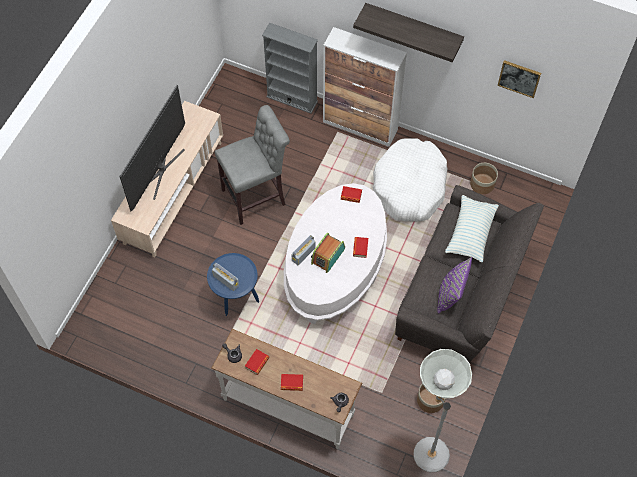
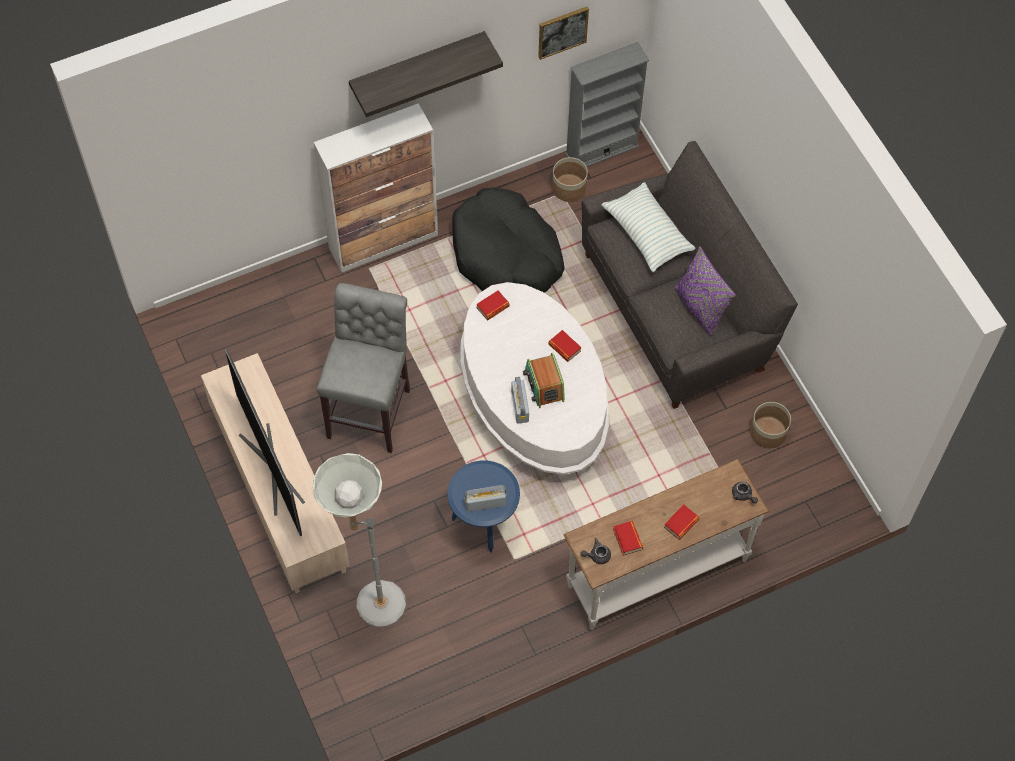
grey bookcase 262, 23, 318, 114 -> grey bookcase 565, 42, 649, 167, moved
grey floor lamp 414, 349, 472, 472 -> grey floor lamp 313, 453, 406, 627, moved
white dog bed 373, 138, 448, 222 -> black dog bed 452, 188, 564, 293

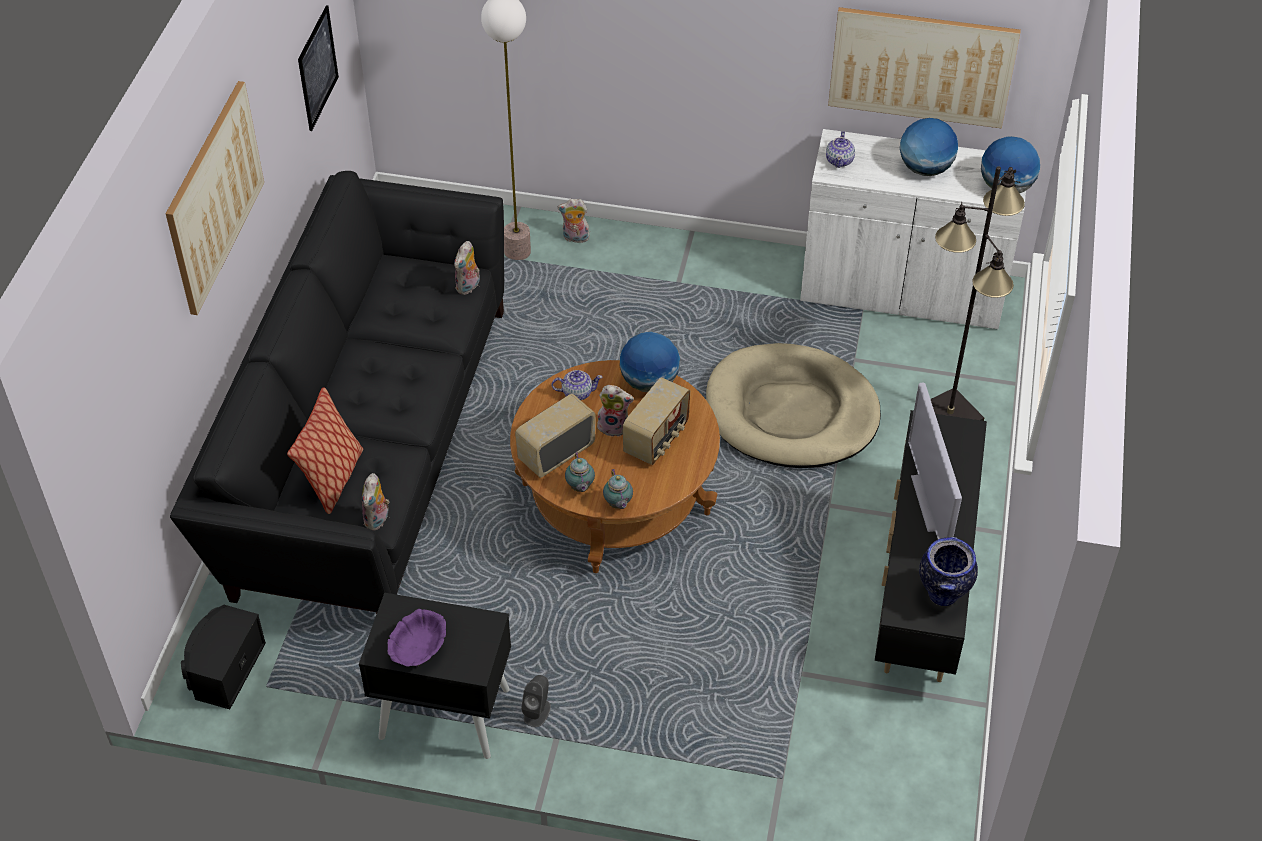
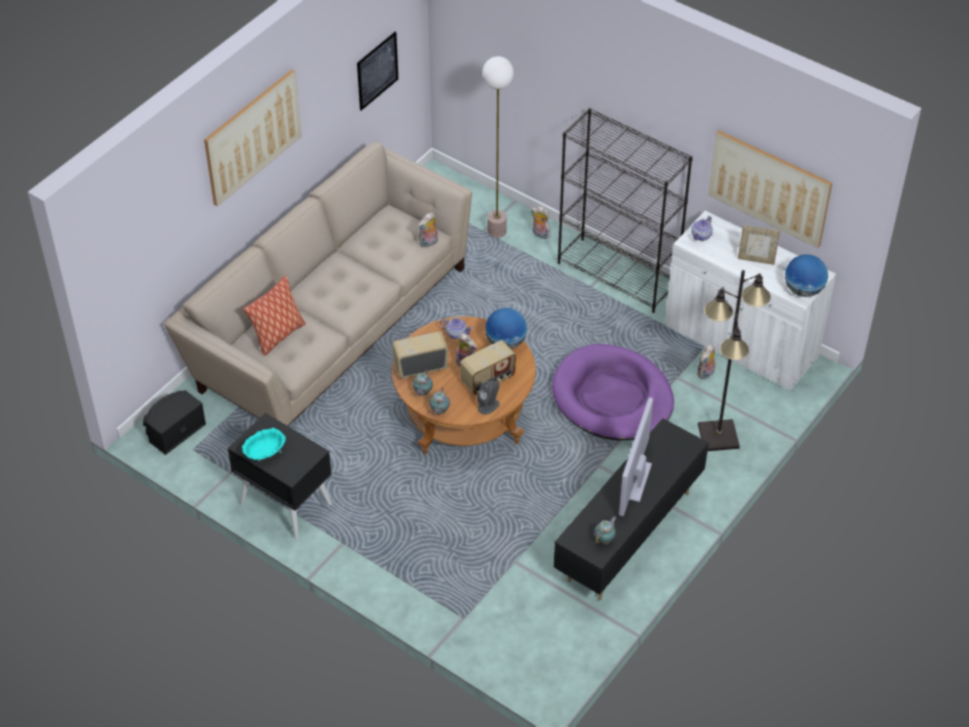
none -> black bookcase 558, 108, 693, 313
plush toy 362, 473, 390, 530 -> plush toy 697, 344, 716, 379, moved
grey speaker 521, 675, 551, 727 -> grey speaker 477, 380, 500, 415, moved
globe 900, 118, 958, 176 -> picture frame 738, 225, 780, 265
vase 919, 537, 978, 606 -> teapot 594, 517, 616, 544
black sofa 170, 171, 504, 614 -> beige sofa 164, 142, 472, 426
purple bowl 388, 609, 446, 666 -> turquoise bowl 242, 428, 286, 462
beige dog bed 706, 343, 881, 468 -> purple dog bed 552, 344, 674, 440

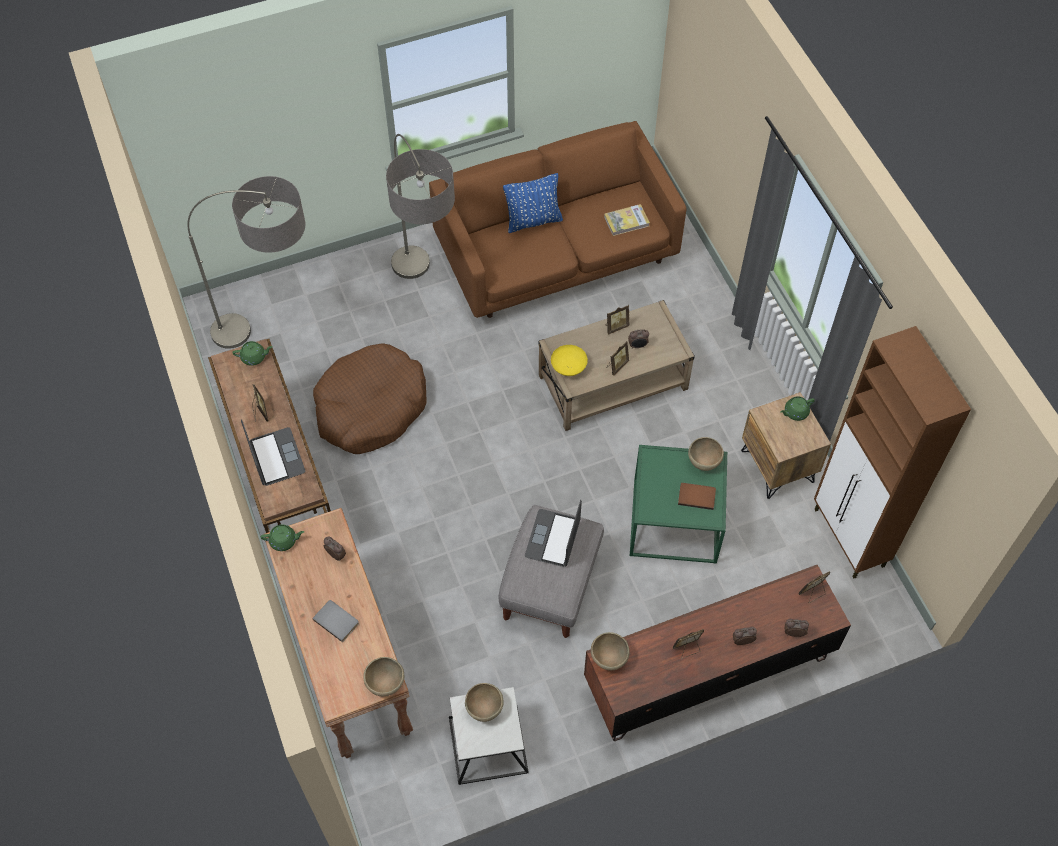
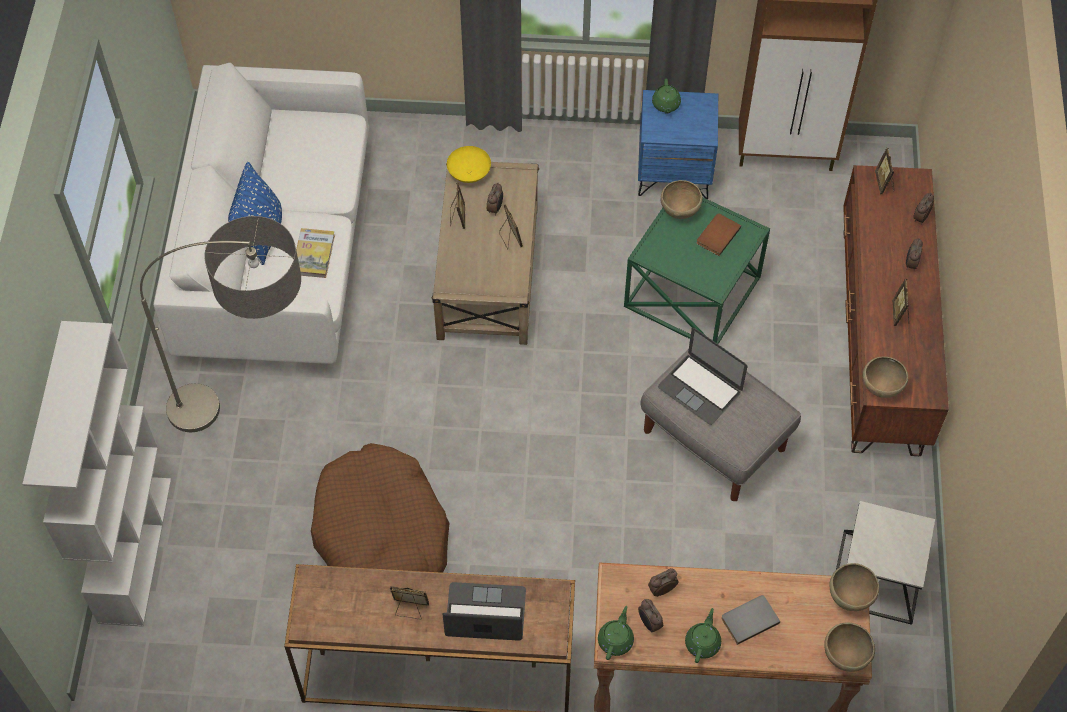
floor lamp 187, 176, 305, 349 -> none
none -> white bookcase 23, 321, 171, 627
none -> alarm clock 638, 599, 663, 633
green teapot 232, 341, 273, 366 -> green teapot 685, 608, 721, 663, moved
brown bowl 465, 683, 503, 722 -> brown bowl 824, 622, 875, 672, moved
yellow bowl 551, 345, 588, 376 -> yellow bowl 447, 146, 491, 183, moved
book 604, 204, 650, 236 -> book 296, 228, 335, 278, moved
brown sofa 429, 121, 687, 318 -> white sofa 153, 63, 369, 364
brown nightstand 741, 392, 831, 499 -> blue nightstand 638, 90, 718, 199

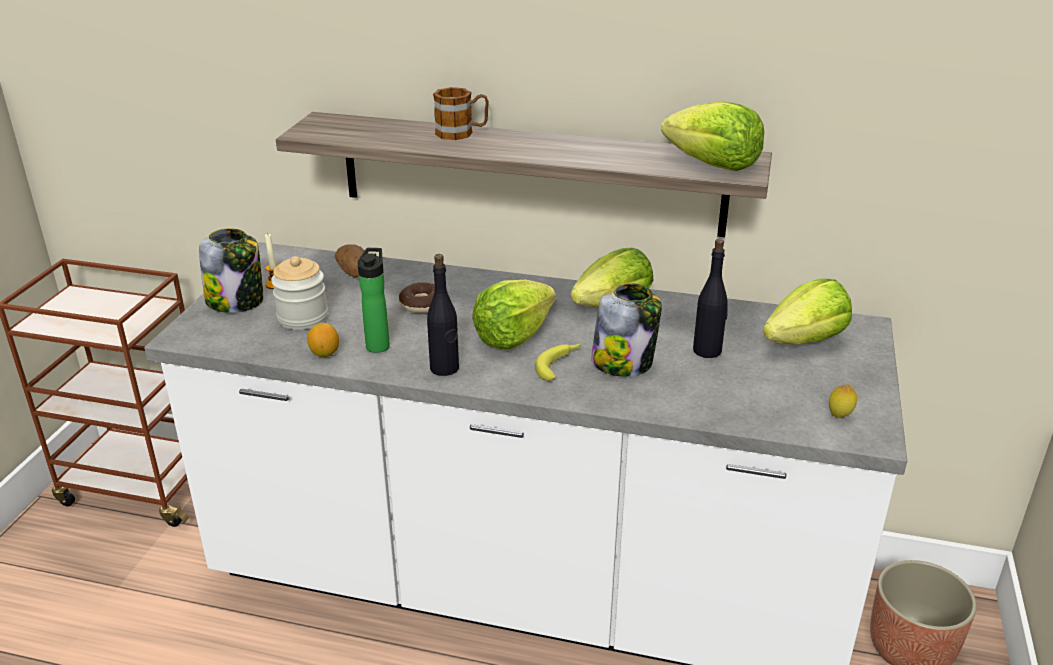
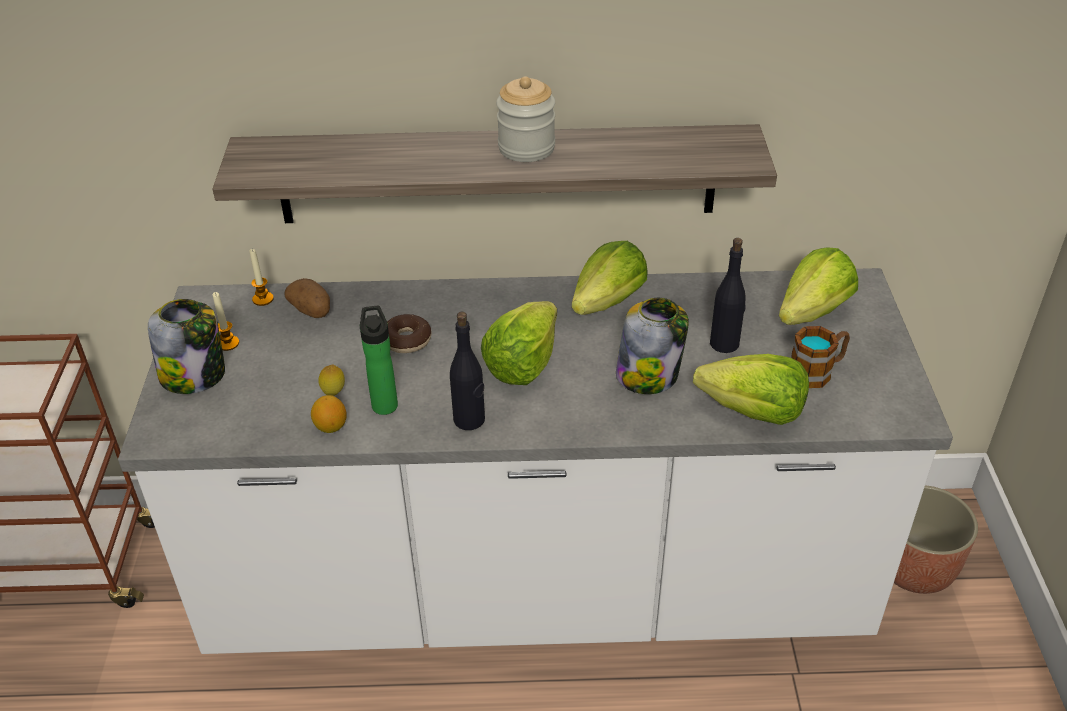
banana 535, 344, 581, 381 -> none
none -> candle 249, 249, 274, 306
jar 271, 256, 328, 330 -> jar 496, 76, 555, 162, moved
mug 433, 87, 489, 140 -> mug 791, 326, 850, 388, moved
lettuce 661, 101, 764, 171 -> lettuce 693, 354, 809, 425, moved
lemon 829, 384, 857, 418 -> lemon 318, 364, 345, 396, moved

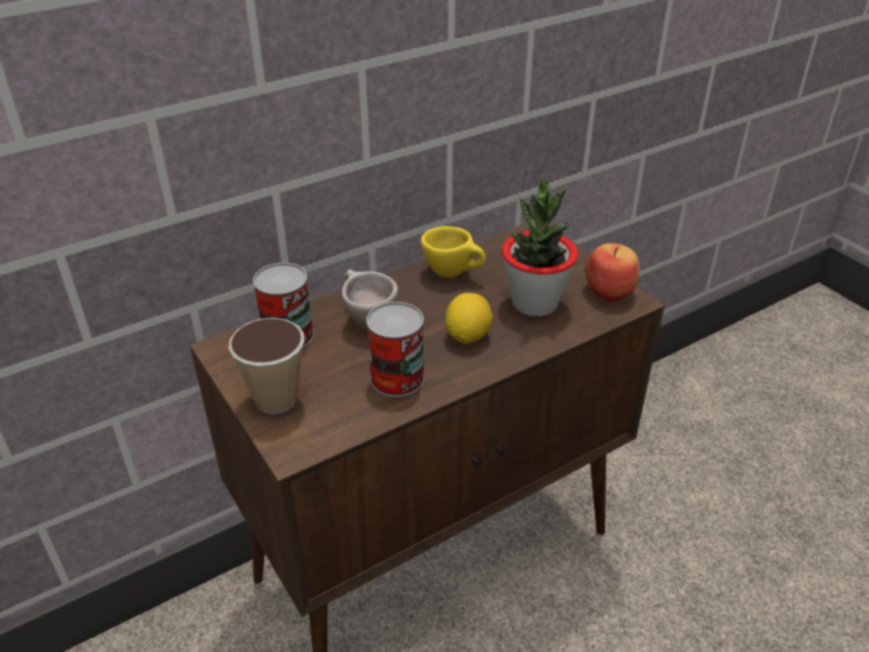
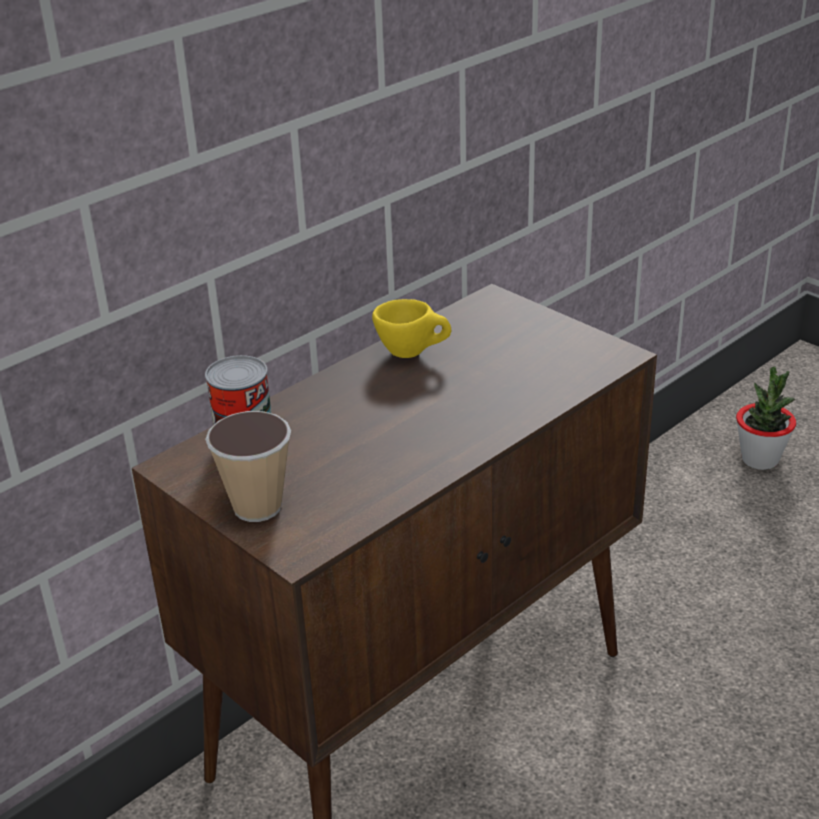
beige cup 342, 270, 398, 329 -> none
can 366, 302, 424, 397 -> none
lemon 445, 293, 493, 344 -> none
apple 585, 243, 640, 302 -> none
potted plant 502, 179, 578, 316 -> potted plant 736, 366, 796, 470, moved

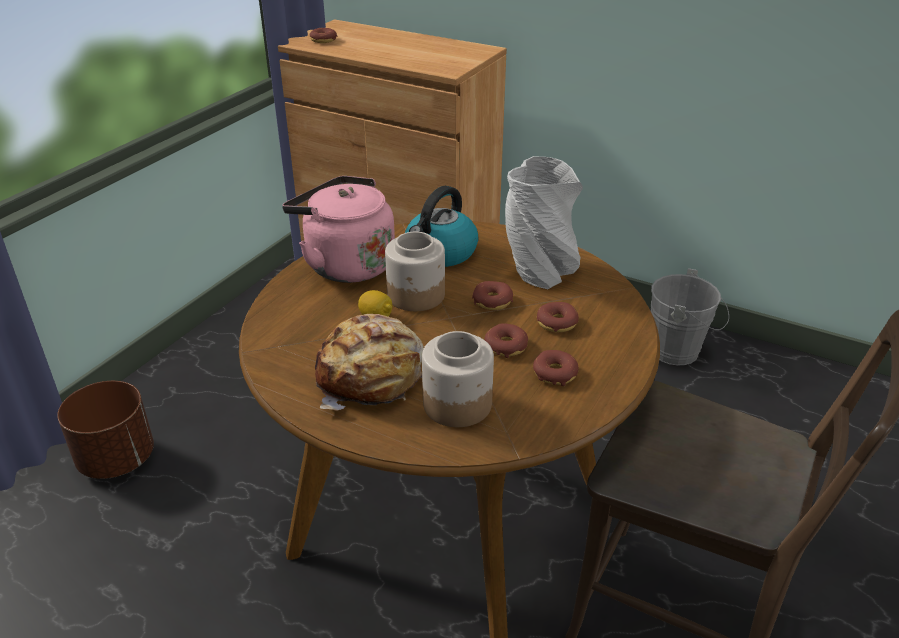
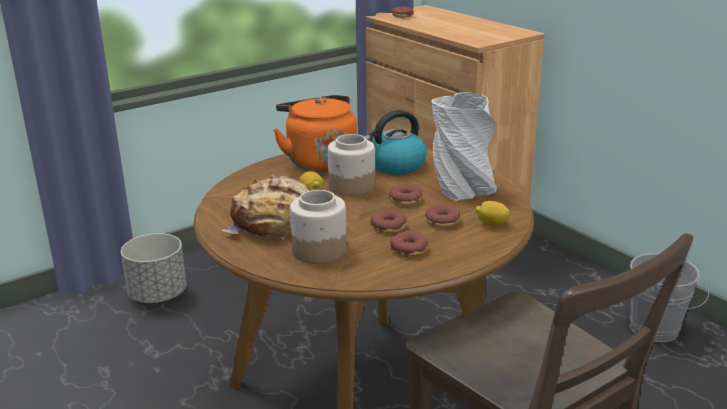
none -> lemon 476, 201, 510, 226
brown planter 57, 381, 154, 479 -> grey planter 121, 233, 186, 303
pink kettle 282, 176, 395, 283 -> orange kettle 274, 95, 357, 171

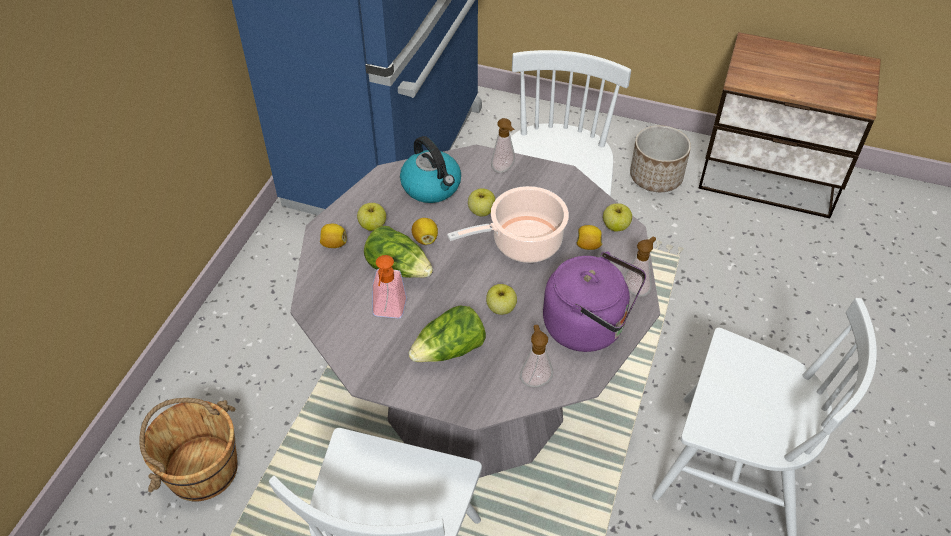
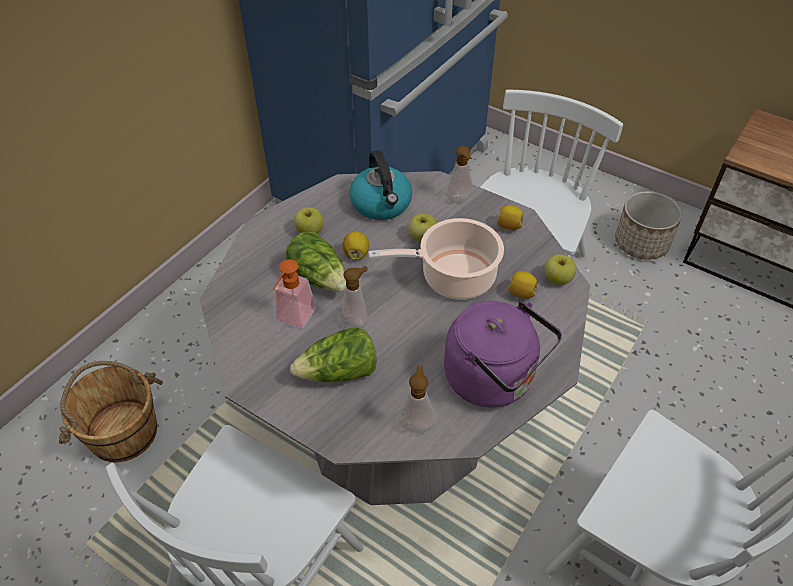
apple 486, 284, 517, 315 -> none
lemon 320, 224, 347, 248 -> lemon 497, 205, 523, 230, moved
soap dispenser 624, 236, 656, 297 -> soap dispenser 342, 266, 368, 329, moved

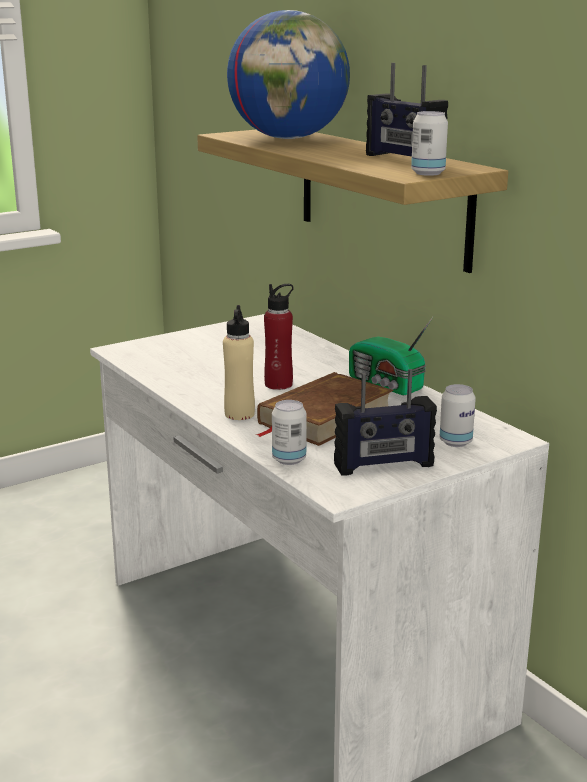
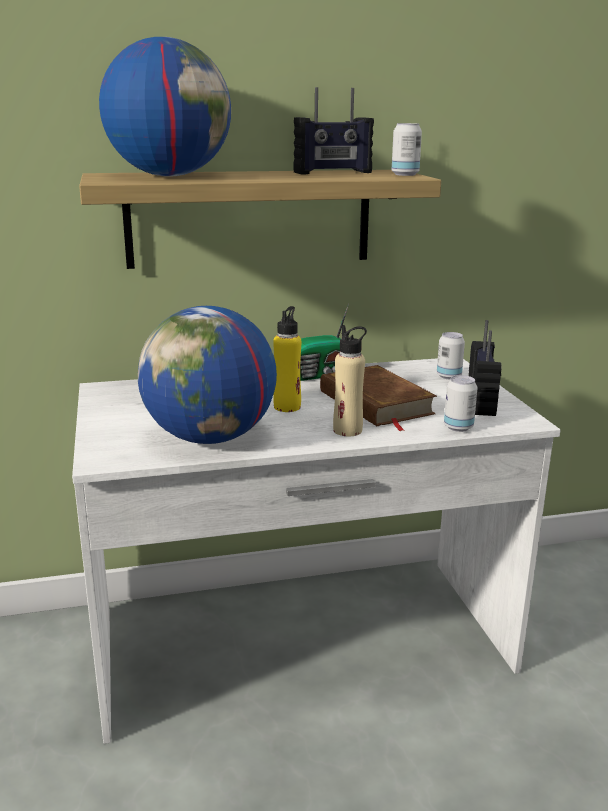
none -> globe 138, 306, 277, 444
red bottle 264, 284, 294, 390 -> yellow bottle 273, 306, 301, 412

